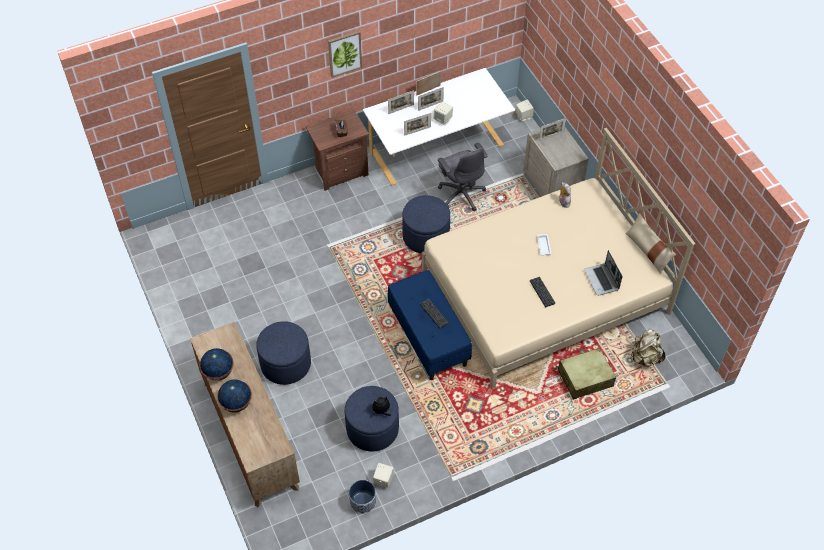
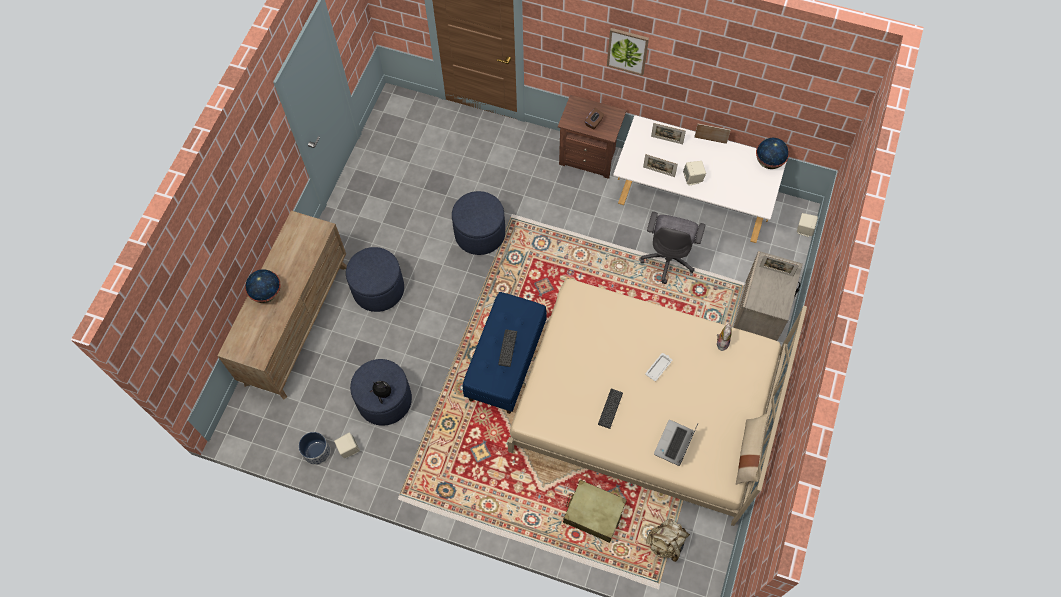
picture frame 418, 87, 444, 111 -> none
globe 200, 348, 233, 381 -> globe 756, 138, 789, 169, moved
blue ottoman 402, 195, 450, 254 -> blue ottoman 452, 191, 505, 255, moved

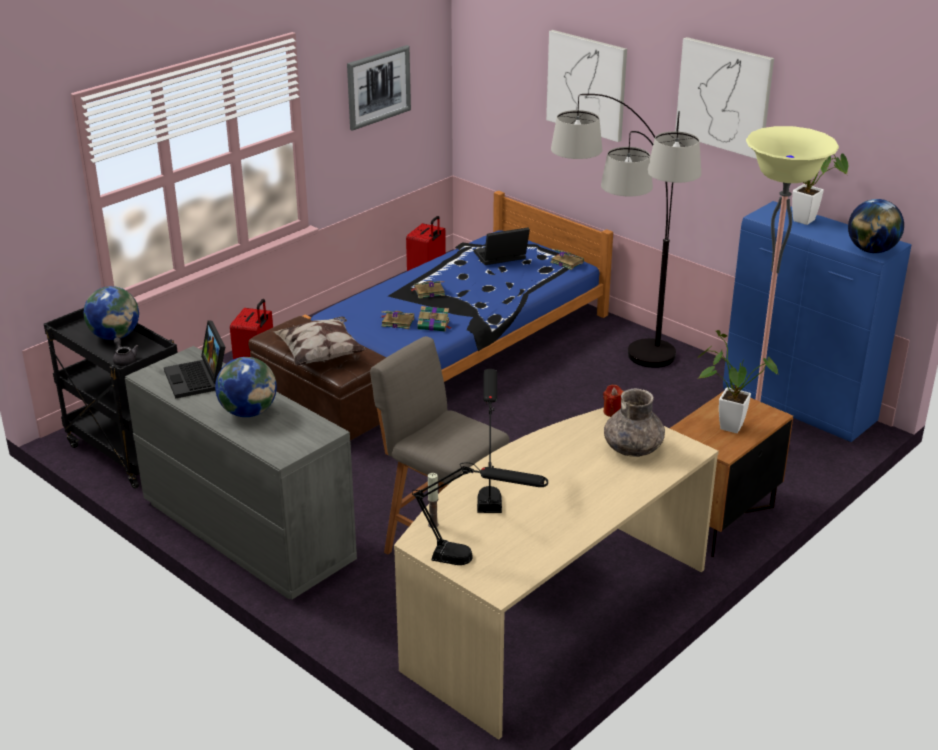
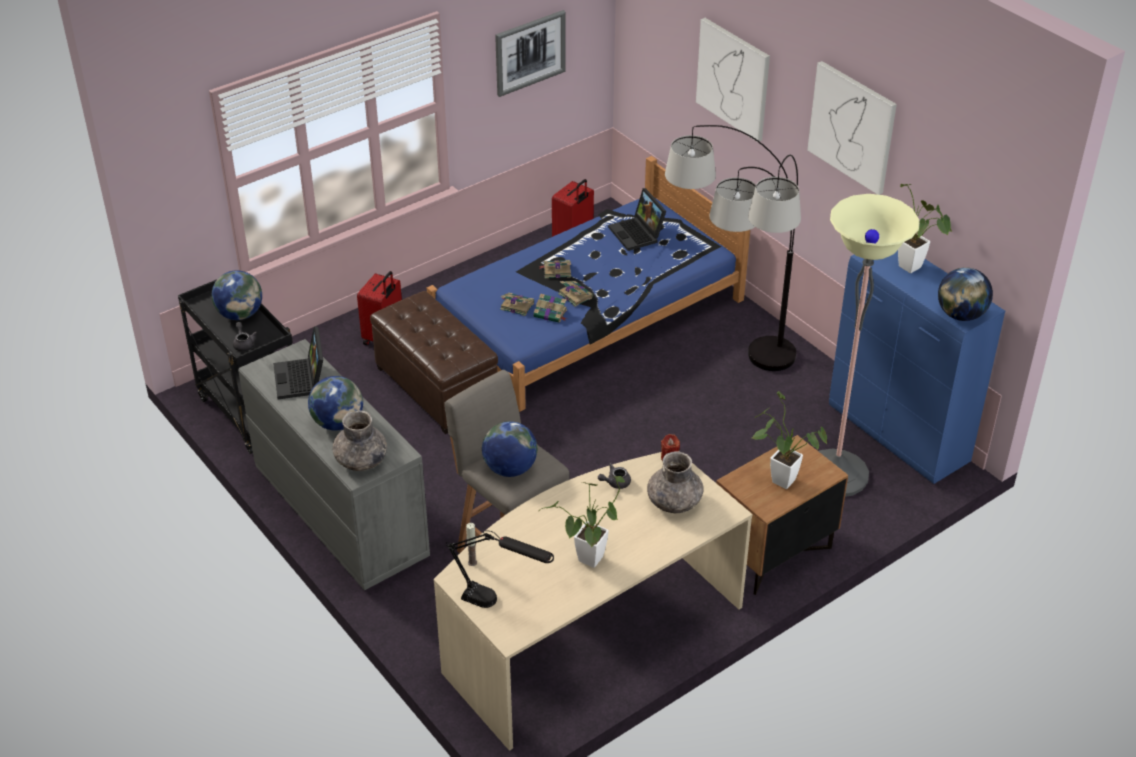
pillow 274, 317, 366, 365 -> none
black table lamp 477, 369, 502, 513 -> none
none -> grey vase 332, 410, 387, 471
none -> globe 482, 421, 537, 477
none -> potted plant 539, 476, 625, 568
none -> grey teapot 598, 463, 631, 489
book 550, 249, 584, 270 -> book 558, 281, 593, 307, moved
laptop 474, 228, 530, 265 -> laptop 608, 188, 666, 251, 105 degrees counterclockwise

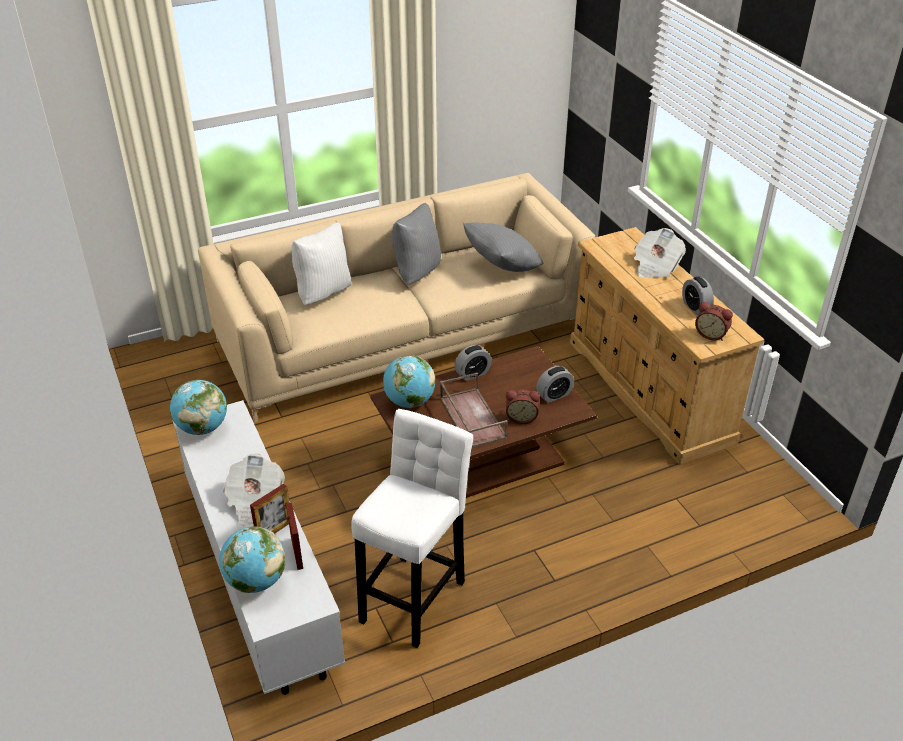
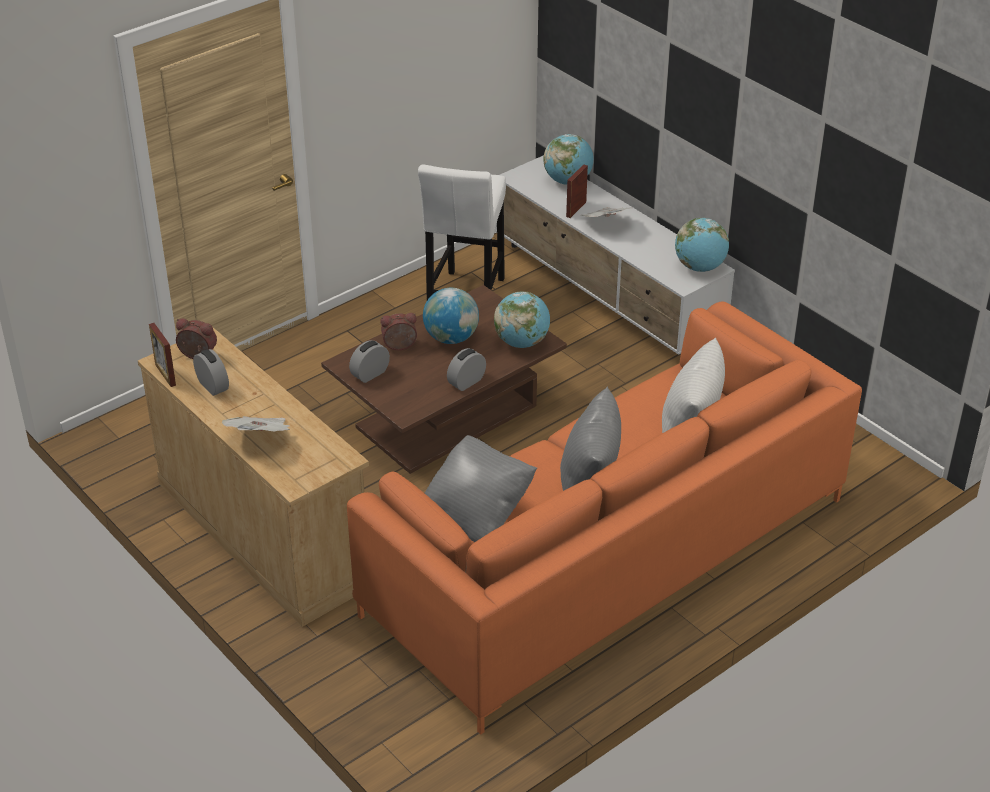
picture frame 286, 502, 303, 570 -> picture frame 149, 323, 176, 387, moved
brown tray 440, 373, 508, 447 -> globe 423, 288, 479, 344
beige sofa 198, 173, 595, 423 -> orange sofa 347, 302, 862, 735

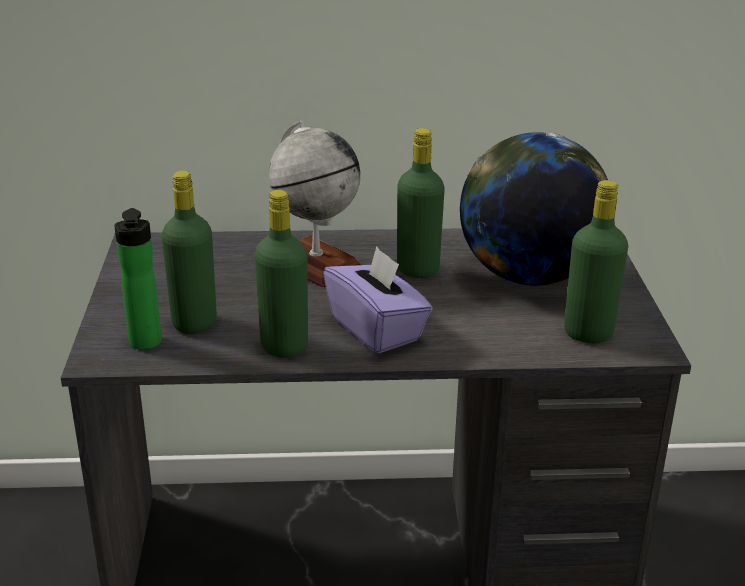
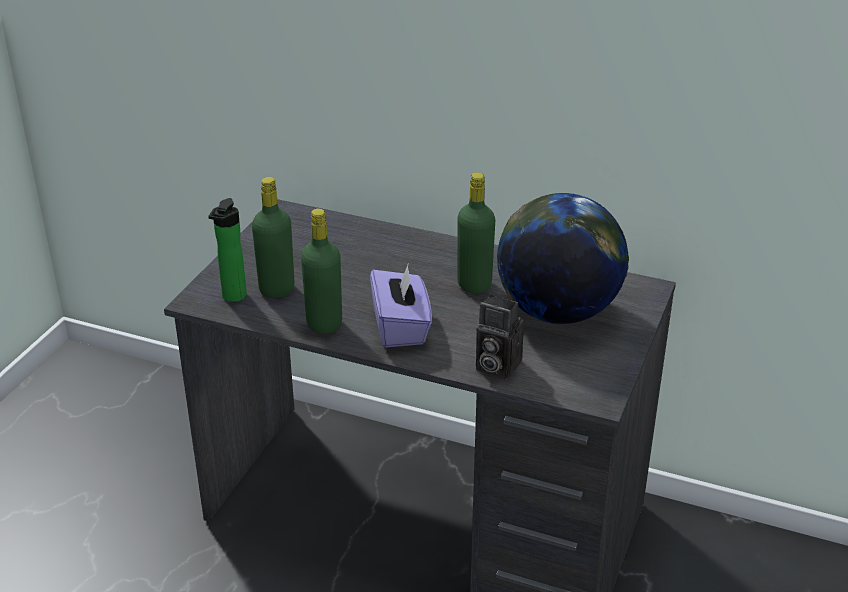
globe 269, 120, 362, 287 -> none
green bottle 564, 180, 628, 343 -> none
none -> photo camera 476, 295, 524, 380

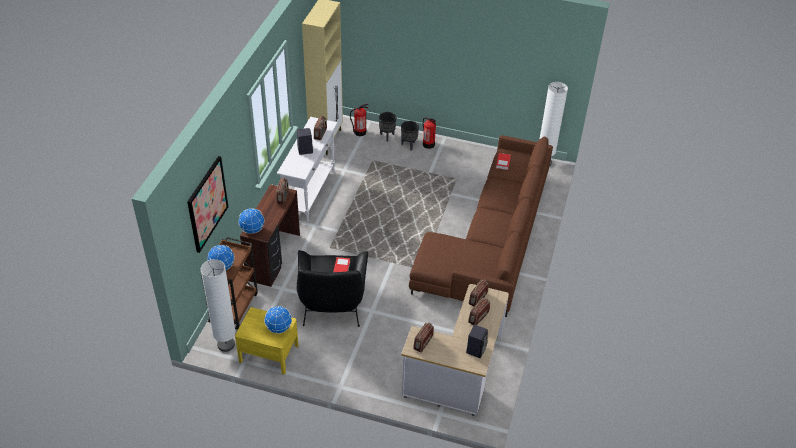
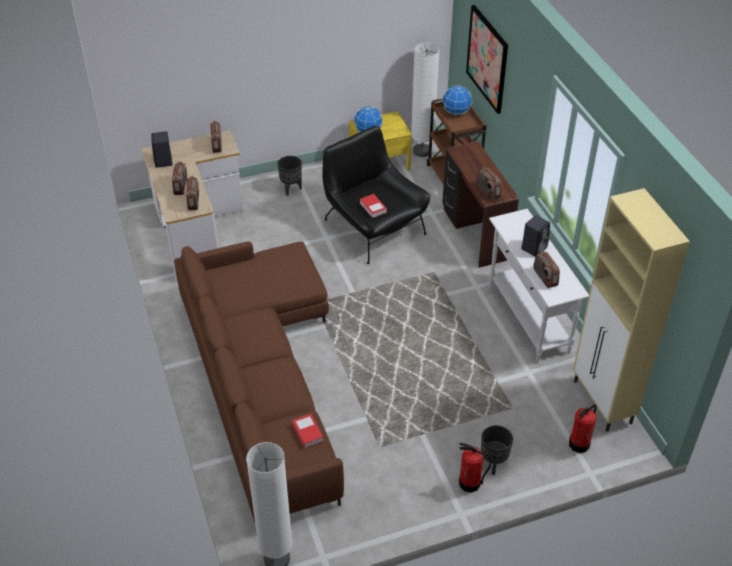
globe 238, 208, 265, 234 -> none
black planter 379, 112, 396, 142 -> black planter 278, 156, 302, 196, moved

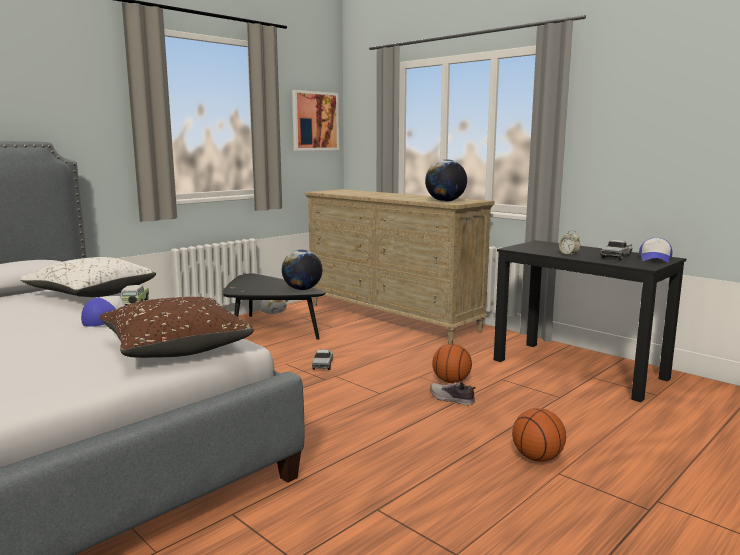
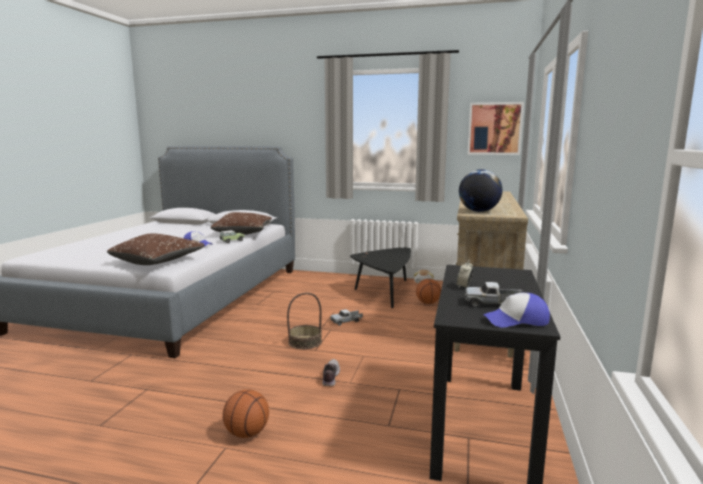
globe 282, 250, 322, 290 -> none
none -> basket 287, 292, 322, 349
basketball 432, 344, 472, 383 -> basketball 416, 279, 441, 304, moved
white pillow 20, 257, 156, 297 -> brown pillow 211, 212, 272, 235

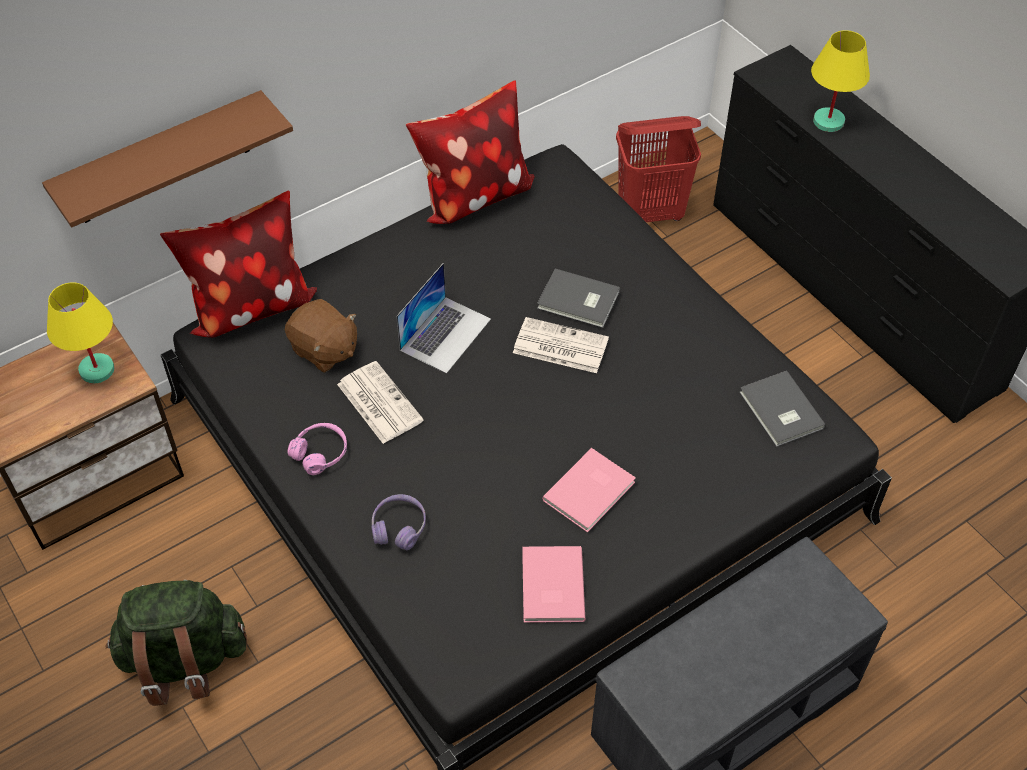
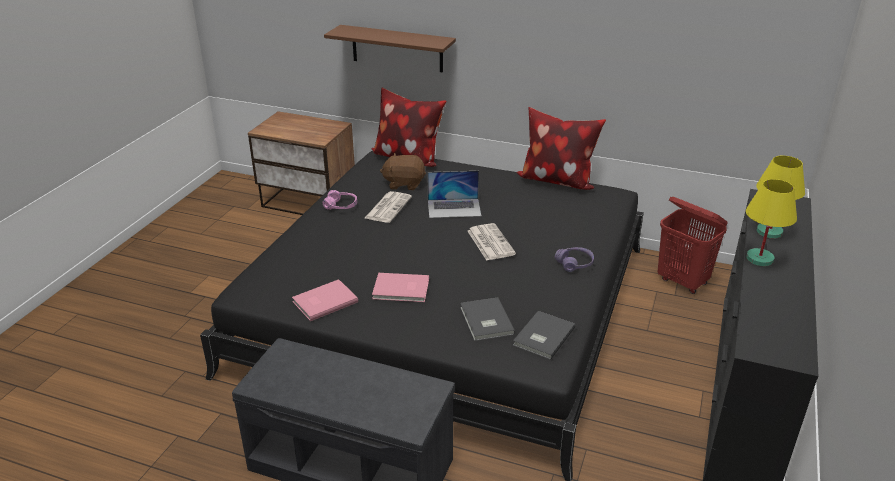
green backpack 106, 580, 247, 706 -> none
yellow table lamp 47, 282, 115, 383 -> yellow table lamp 746, 179, 797, 266, moved
purple headphones 371, 494, 426, 550 -> purple headphones 555, 247, 594, 272, moved
grey book 537, 269, 620, 328 -> grey book 460, 297, 515, 341, moved
brown plush toy 285, 299, 357, 373 -> brown plush toy 380, 153, 426, 190, 90 degrees clockwise

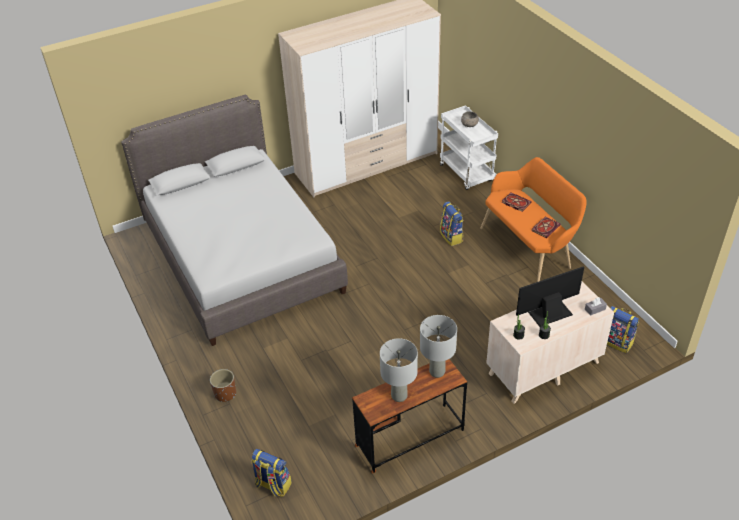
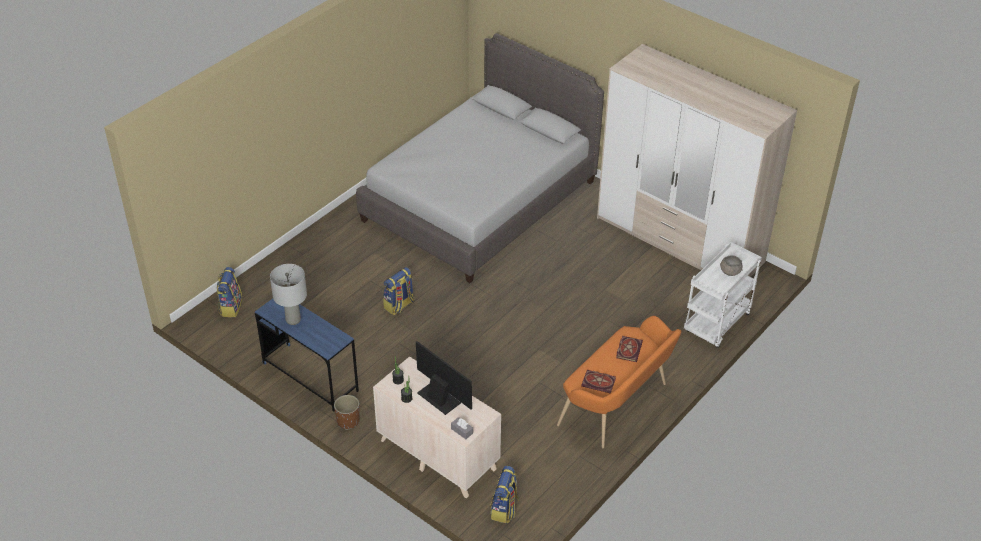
grey table lamp 420, 315, 457, 378 -> none
brown planter 210, 369, 236, 402 -> brown planter 334, 395, 360, 430, moved
backpack 440, 202, 464, 246 -> backpack 383, 267, 414, 315, moved
brown desk 352, 359, 467, 474 -> blue desk 255, 299, 359, 412

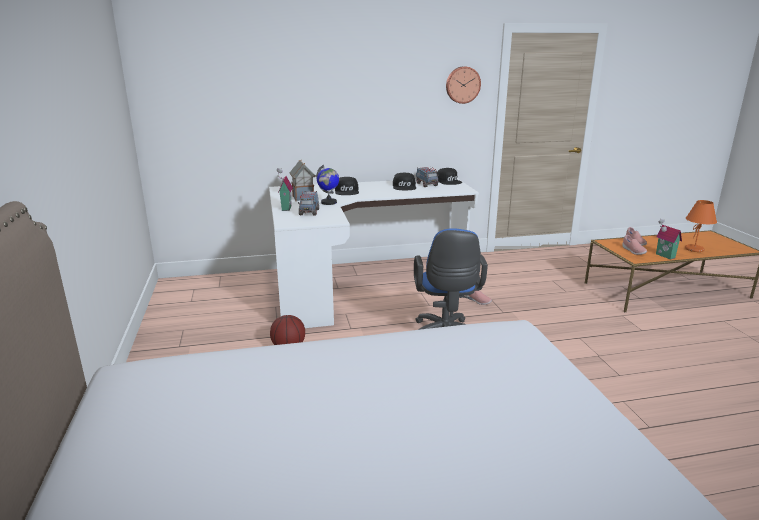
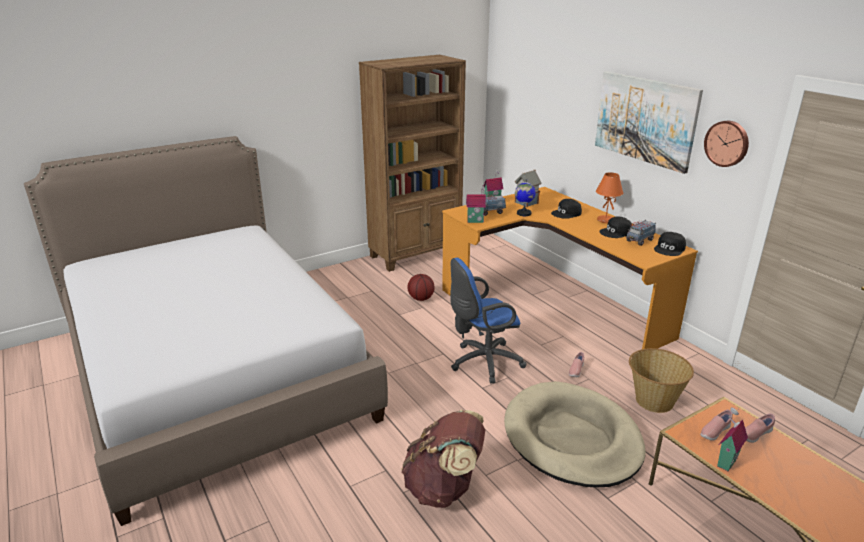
none -> brown bookcase 359, 55, 466, 272
none -> brown backpack 401, 410, 485, 508
none -> toy house 466, 185, 486, 223
none -> beige dog bed 504, 381, 646, 488
none -> picture 595, 71, 703, 174
none -> basket 629, 348, 694, 413
orange table lamp 685, 200, 717, 252 -> orange table lamp 596, 173, 624, 223, moved
white desk 269, 178, 479, 328 -> orange desk 442, 187, 698, 349

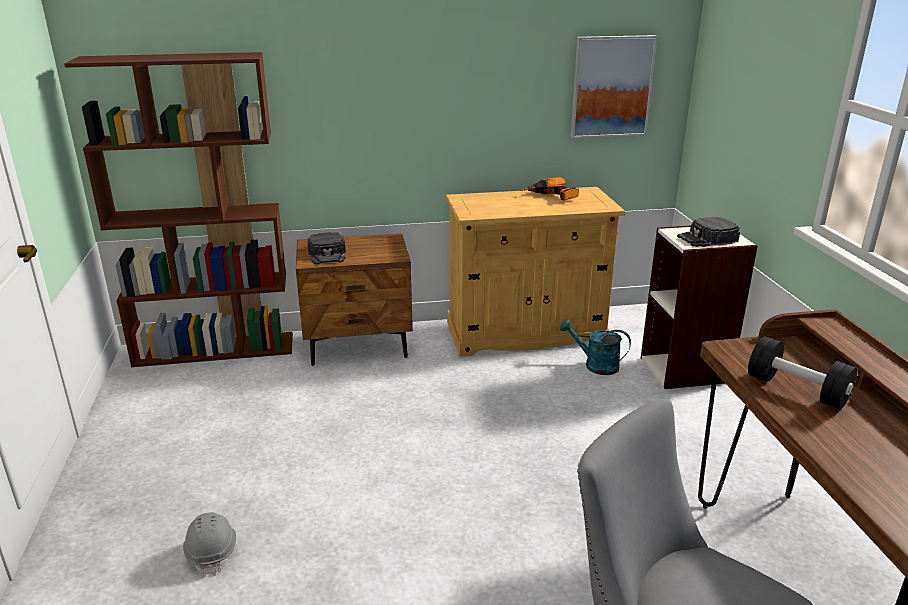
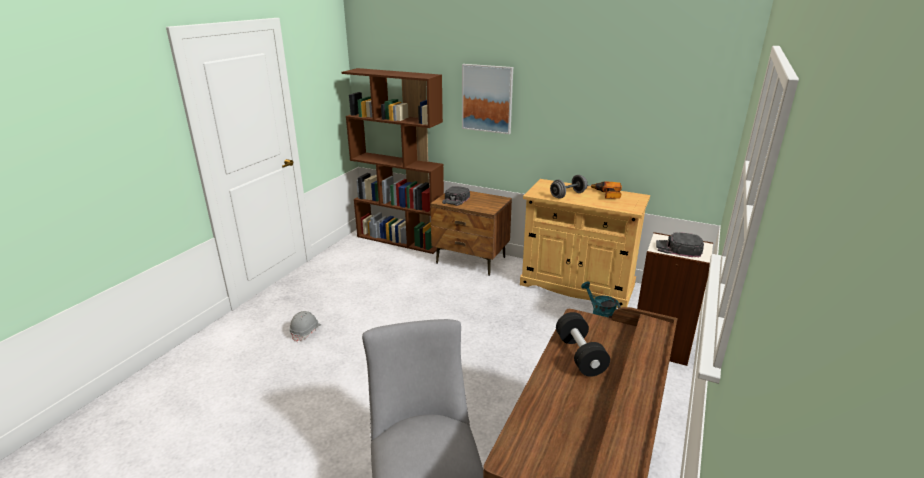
none -> grey dumbbell 550, 175, 588, 199
picture 571, 35, 657, 138 -> picture 462, 64, 513, 134, moved

